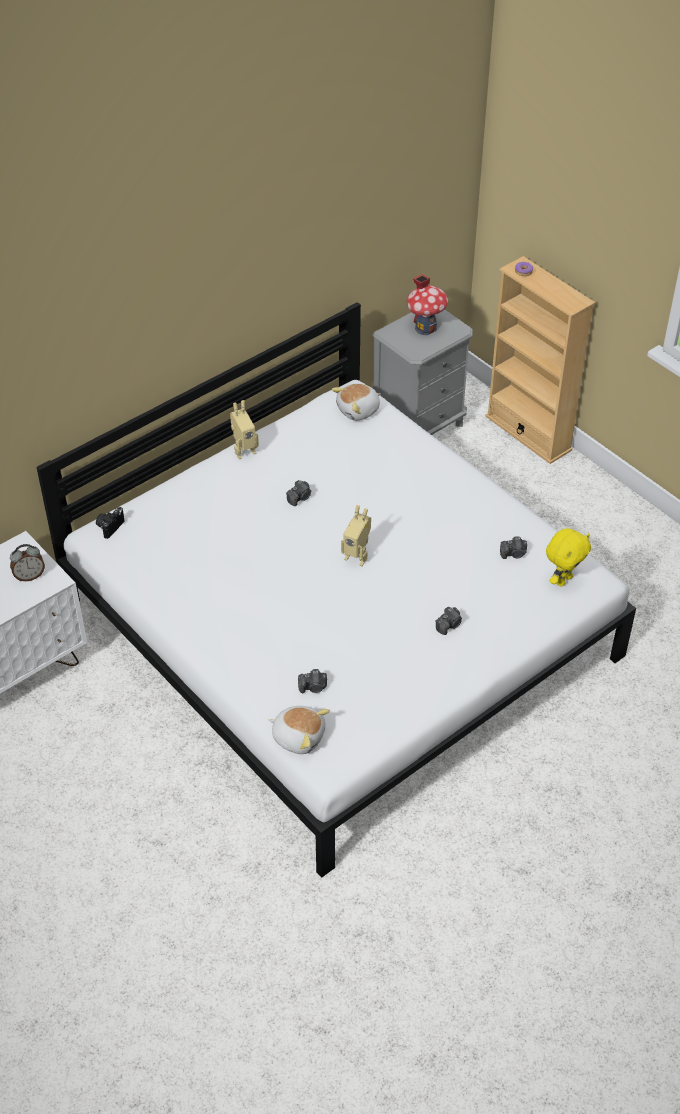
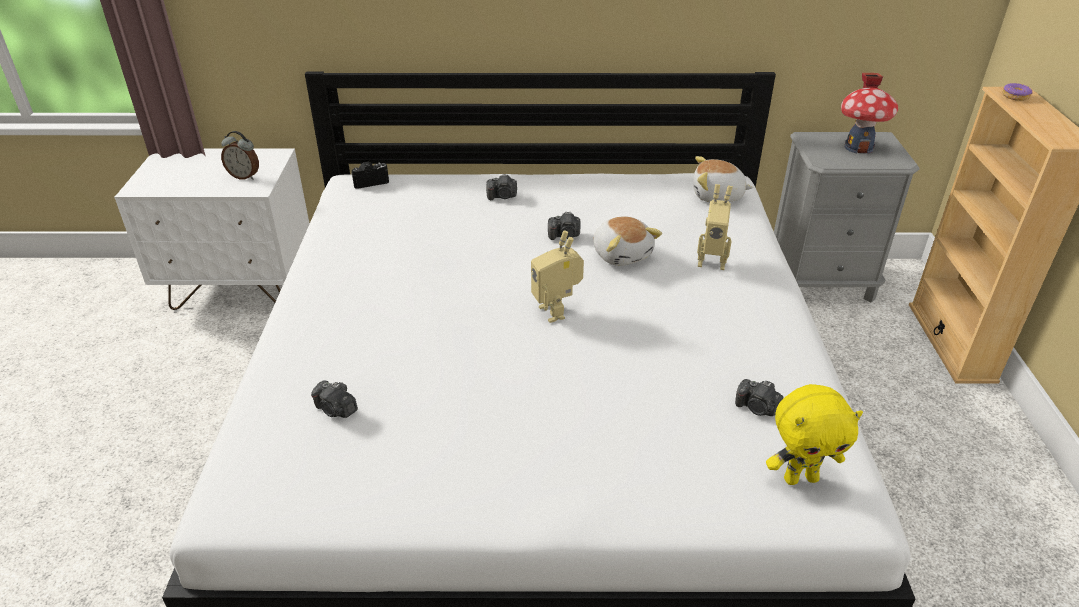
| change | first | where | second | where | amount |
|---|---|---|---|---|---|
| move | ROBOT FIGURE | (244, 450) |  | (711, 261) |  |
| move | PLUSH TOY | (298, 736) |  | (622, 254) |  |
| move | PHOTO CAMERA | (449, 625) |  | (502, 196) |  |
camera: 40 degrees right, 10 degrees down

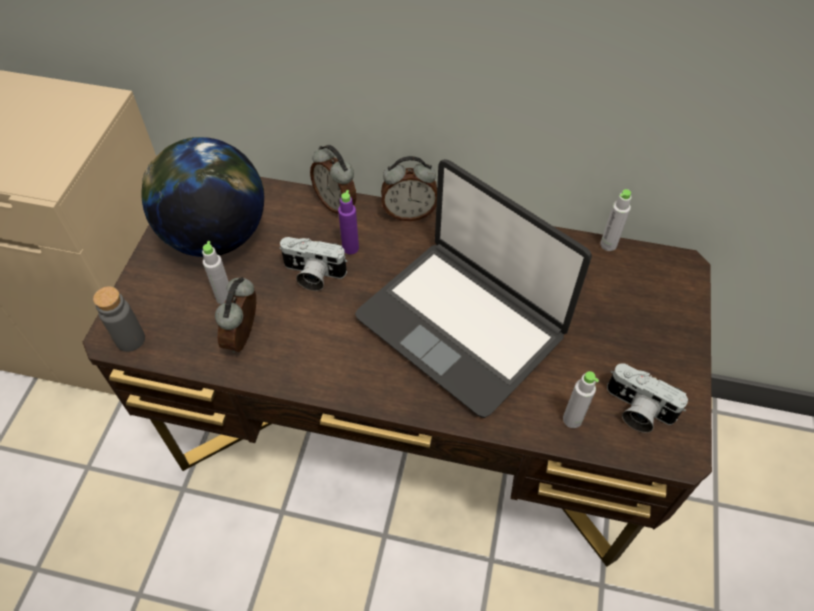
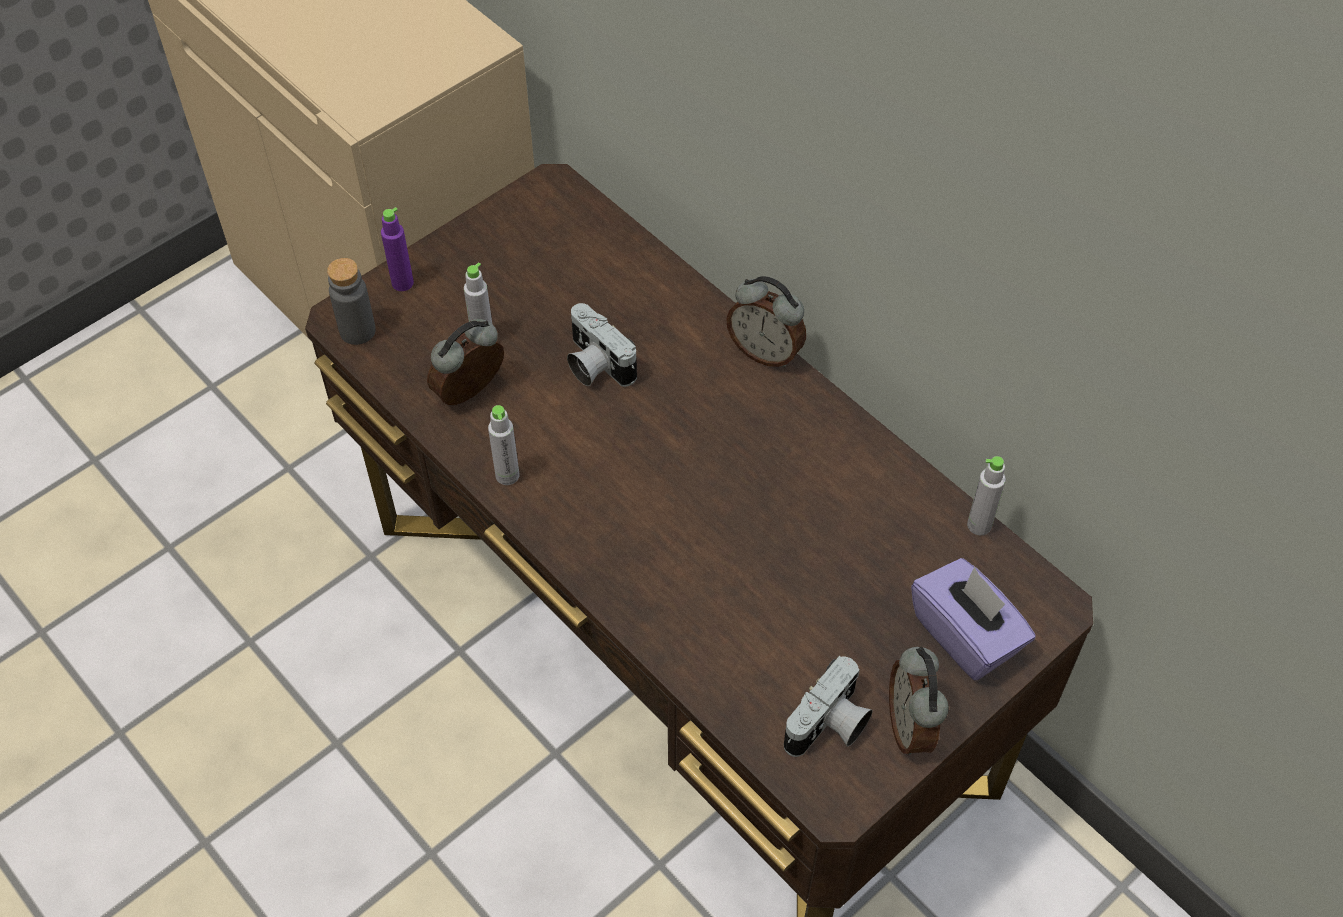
| change | first | where | second | where | amount |
|---|---|---|---|---|---|
| delete | DESK GLOBE | (216, 236) |  |  |  |
| delete | PORTABLE COMPUTER | (461, 325) |  |  |  |
| insert |  |  | PURPLISH TISSUE HOLDER | (966, 635) |  |
| move | ALARM CLOCK | (336, 203) |  | (911, 726) |  |
| move | PURPLISH BOTTLE | (350, 248) |  | (402, 283) |  |
| move | GRAY BOTTLE | (572, 419) |  | (507, 475) |  |
| rotate | PHOTO CAMERA | (636, 410) |  | (829, 726) | 120 degrees counterclockwise |
camera: 35 degrees right, 0 degrees up

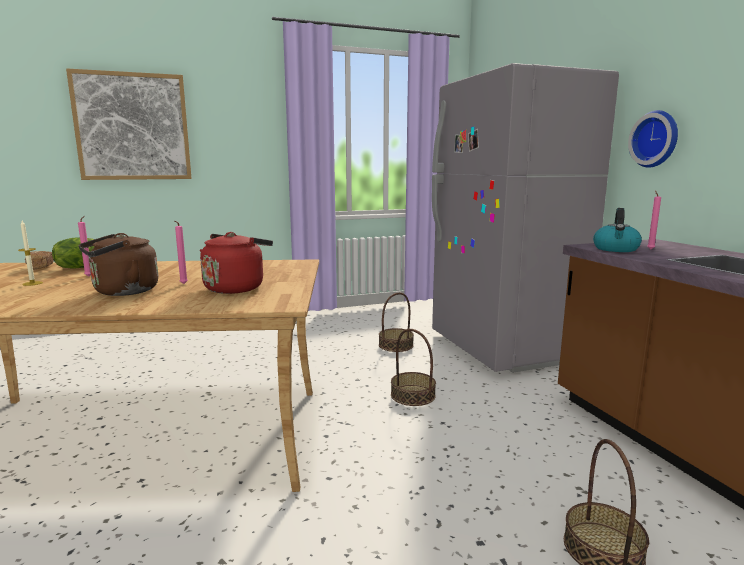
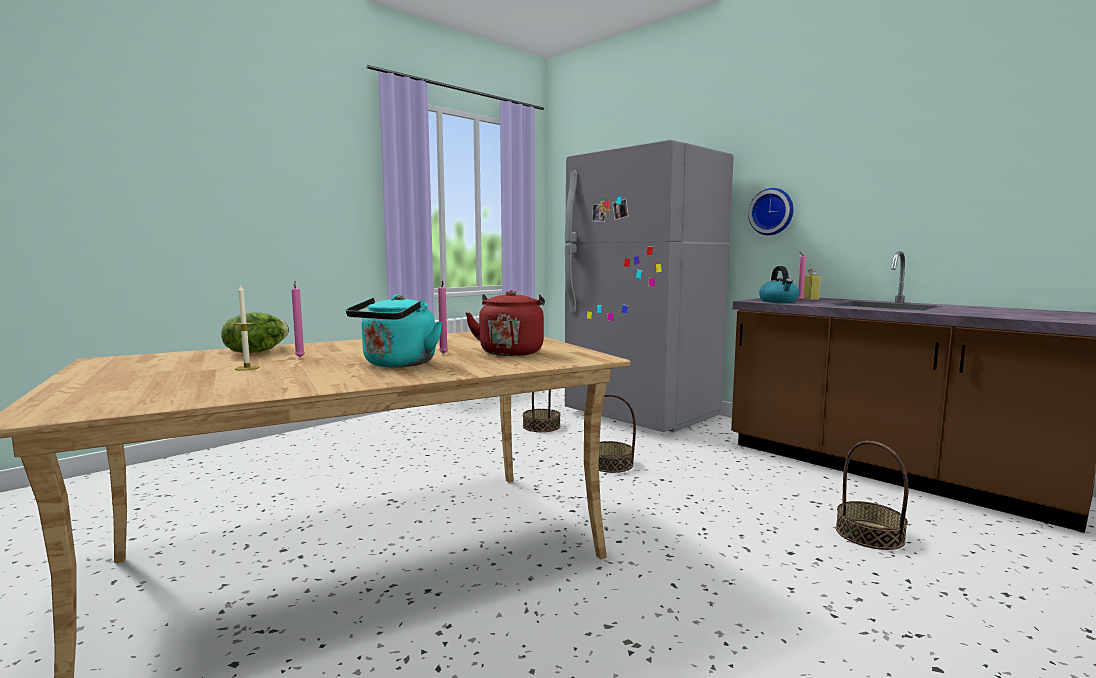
| change | first | where | second | where | amount |
|---|---|---|---|---|---|
| delete | BAKERY BREAD | (40, 267) |  |  |  |
| delete | WALL PICTURE | (133, 127) |  |  |  |
| insert |  |  | YELLOWISH BOTTLE | (810, 298) |  |
| recolor | BROWNISH TEA KETTLE | (122, 292) | BLUE-GREEN TEA KETTLE | (397, 364) |  |
camera: 25 degrees left, 5 degrees down

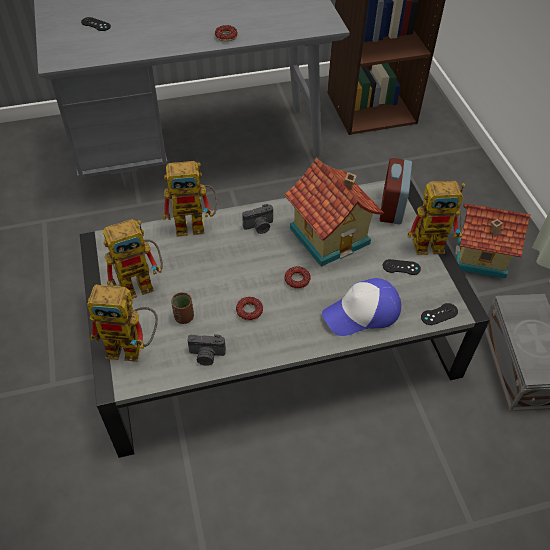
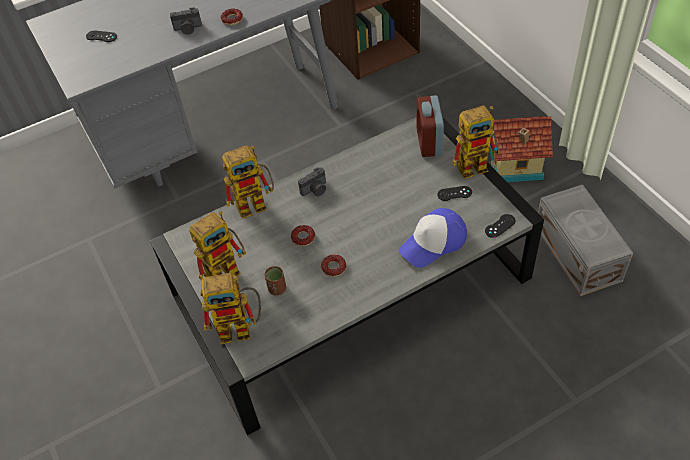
| change | first | where | second | where | amount |
|---|---|---|---|---|---|
| delete | TOY HOUSE | (331, 235) |  |  |  |
| move | PHOTO CAMERA | (206, 355) |  | (188, 29) |  |
| move | RING DOUGHNUT | (297, 280) |  | (303, 237) |  |
camera: 10 degrees left, 0 degrees up

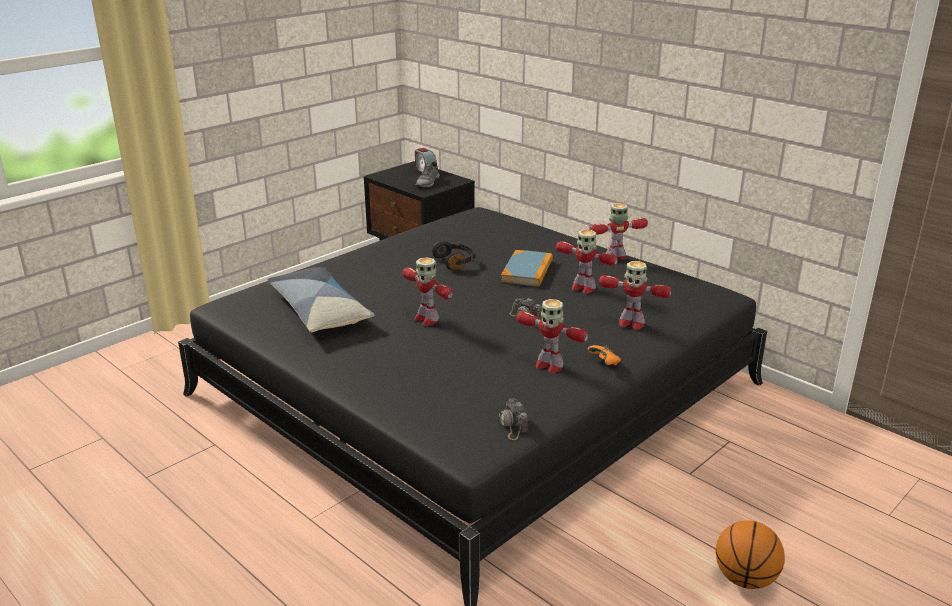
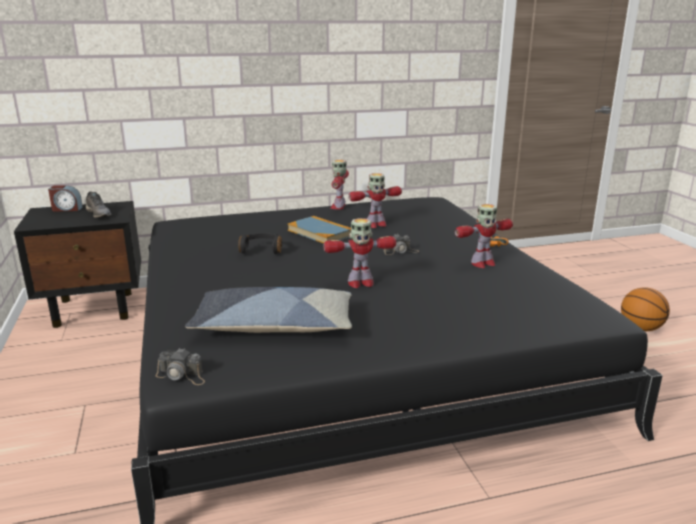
| change | first | where | second | where | amount |
|---|---|---|---|---|---|
| delete | ROBOT FIGURE | (630, 323) |  |  |  |
| move | PHOTO CAMERA | (512, 425) |  | (182, 375) |  |
camera: 60 degrees left, 5 degrees down

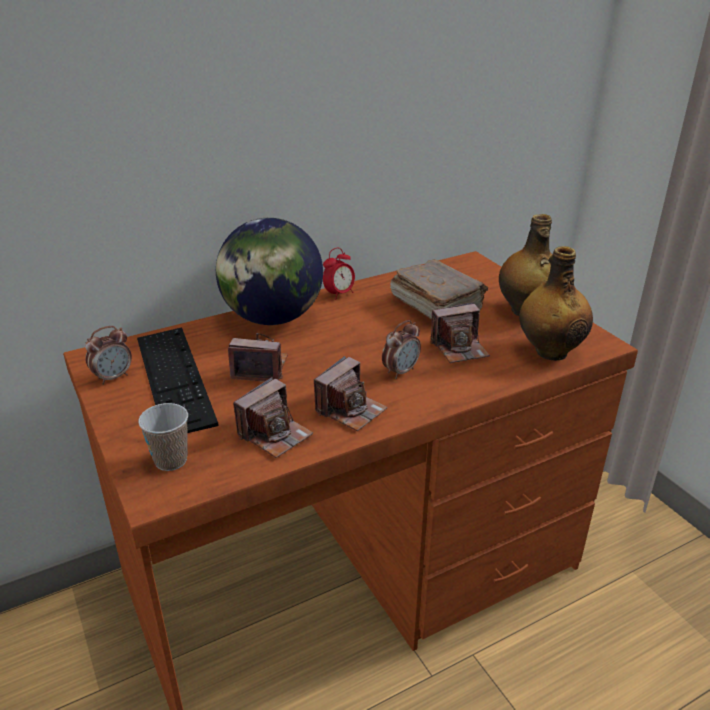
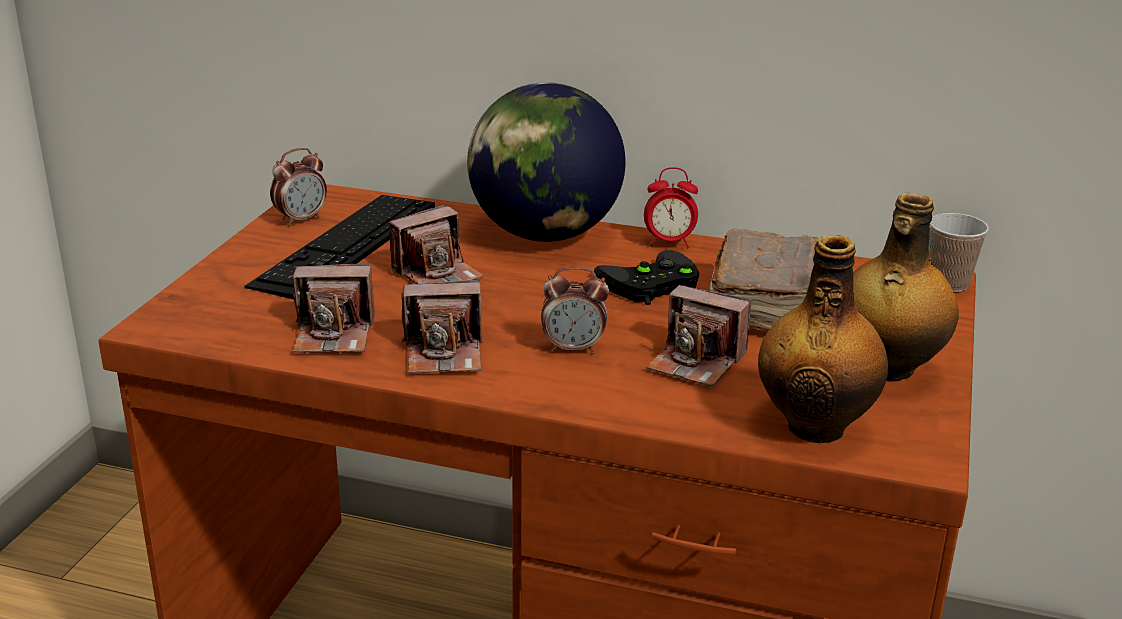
| change | first | where | second | where | amount |
|---|---|---|---|---|---|
| insert |  |  | BLACK-COLOURED GAMEPAD | (648, 285) |  |
| move | DRINKING CUP | (171, 460) |  | (948, 284) |  |
| rotate | ALARM CLOCK | (113, 377) |  | (301, 219) | 45 degrees counterclockwise |
| rotate | PHOTO CAMERA | (260, 368) |  | (437, 274) | 90 degrees clockwise |
camera: 45 degrees right, 5 degrees down

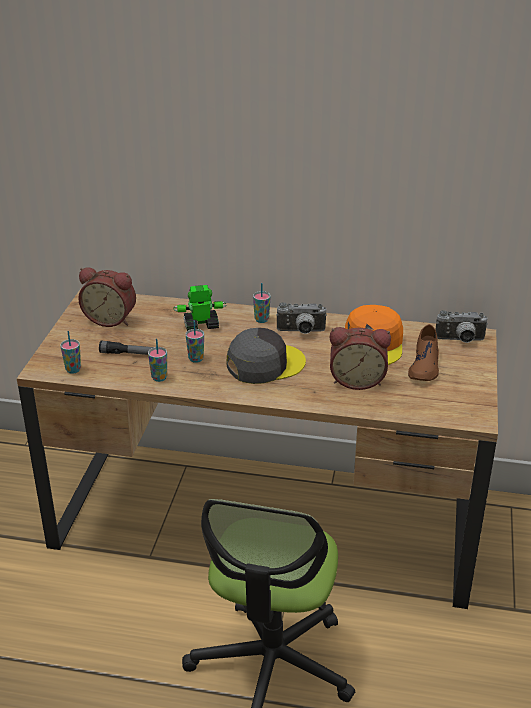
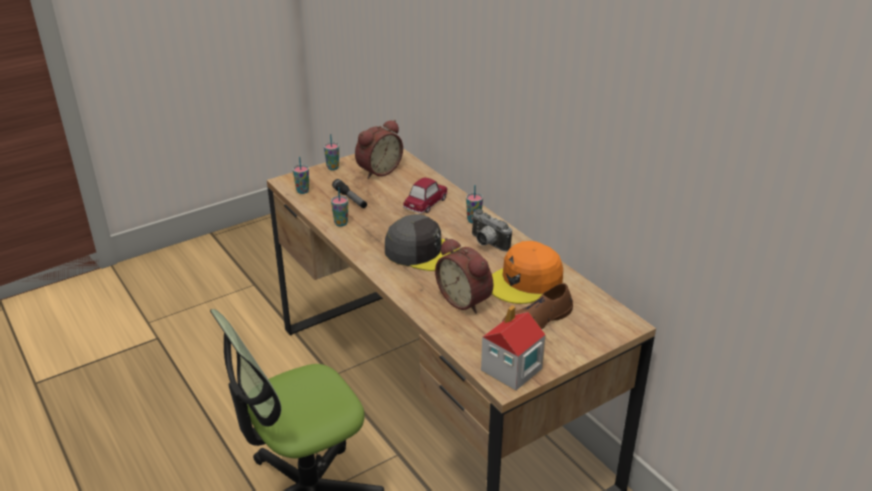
| change | first | where | second | where | amount |
|---|---|---|---|---|---|
| delete | PHOTO CAMERA | (460, 340) |  |  |  |
| insert |  |  | TOY HOUSE | (511, 370) |  |
| move | DRINKING CUP | (196, 359) |  | (333, 167) |  |
| replace | ROBOT FIGURE | (200, 325) | TOY CAR | (426, 203) |  |
| rotate | ALARM CLOCK | (111, 319) |  | (378, 170) | 105 degrees counterclockwise |
camera: 45 degrees right, 0 degrees up

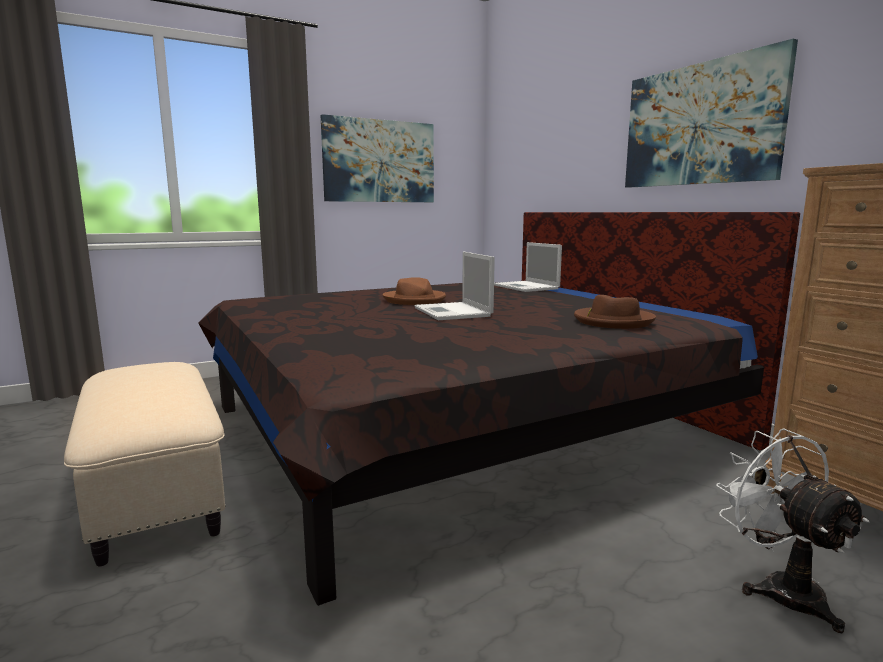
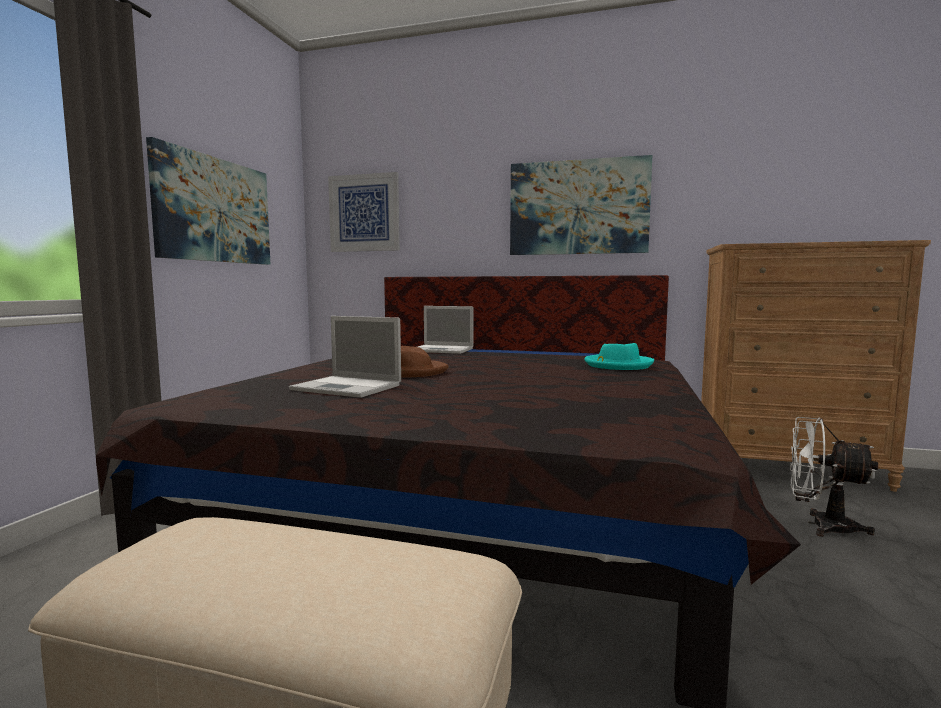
| change | first | where | second | where | amount |
|---|---|---|---|---|---|
| insert |  |  | WALL PICTURE | (364, 213) |  |
| move | PORTABLE COMPUTER | (453, 312) |  | (348, 387) |  |
| recolor | BROWNISH CLOTHING HAT | (613, 321) | BLUE-GREEN CLOTHING HAT | (617, 365) |  |
camera: 45 degrees left, 5 degrees down

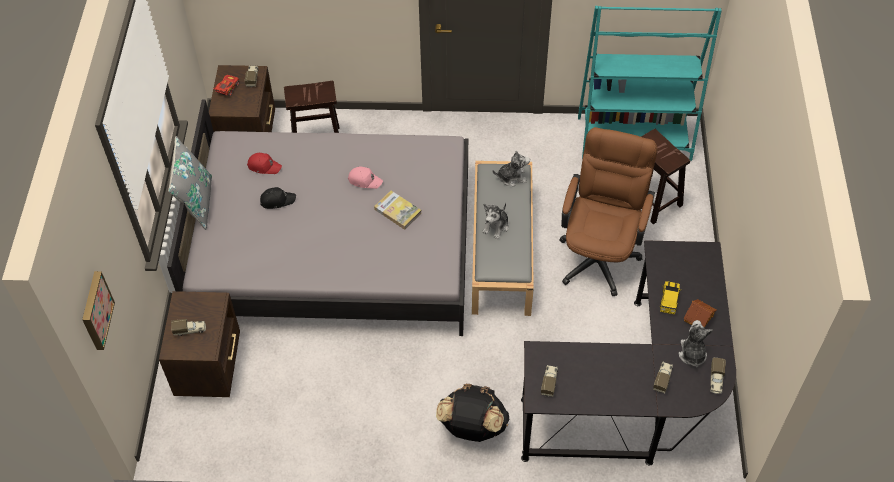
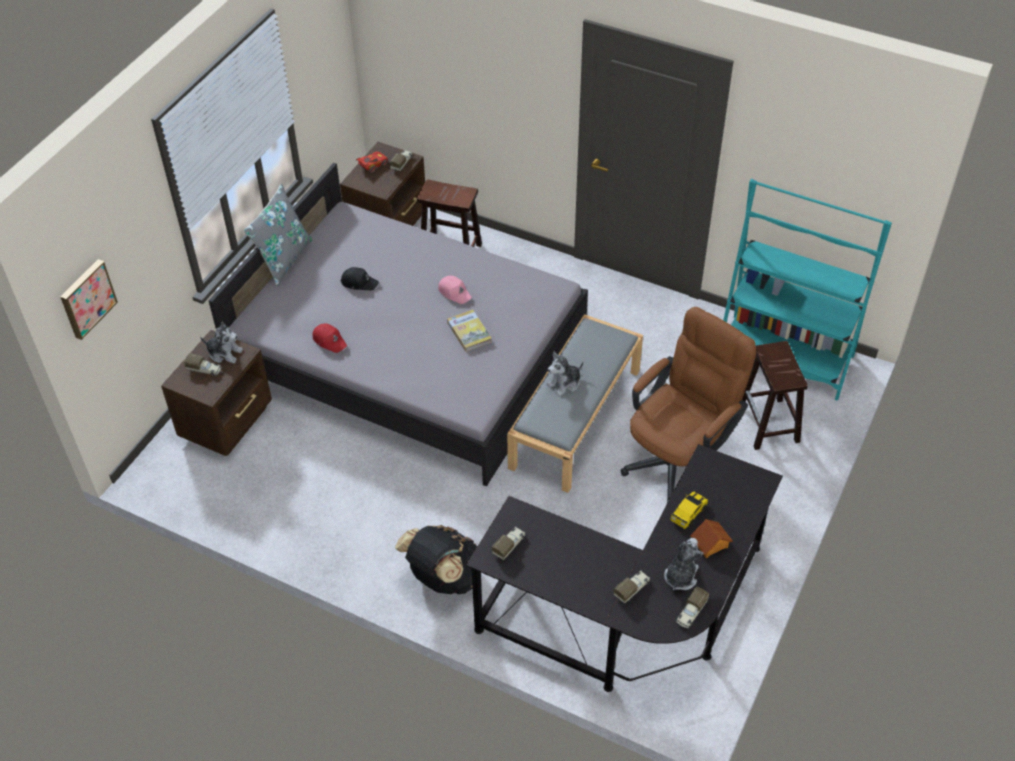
| change | first | where | second | where | amount |
|---|---|---|---|---|---|
| move | RED CAP | (264, 166) |  | (329, 340) |  |
| move | PLUSH TOY | (511, 177) |  | (224, 353) |  |
camera: 25 degrees right, 5 degrees down

